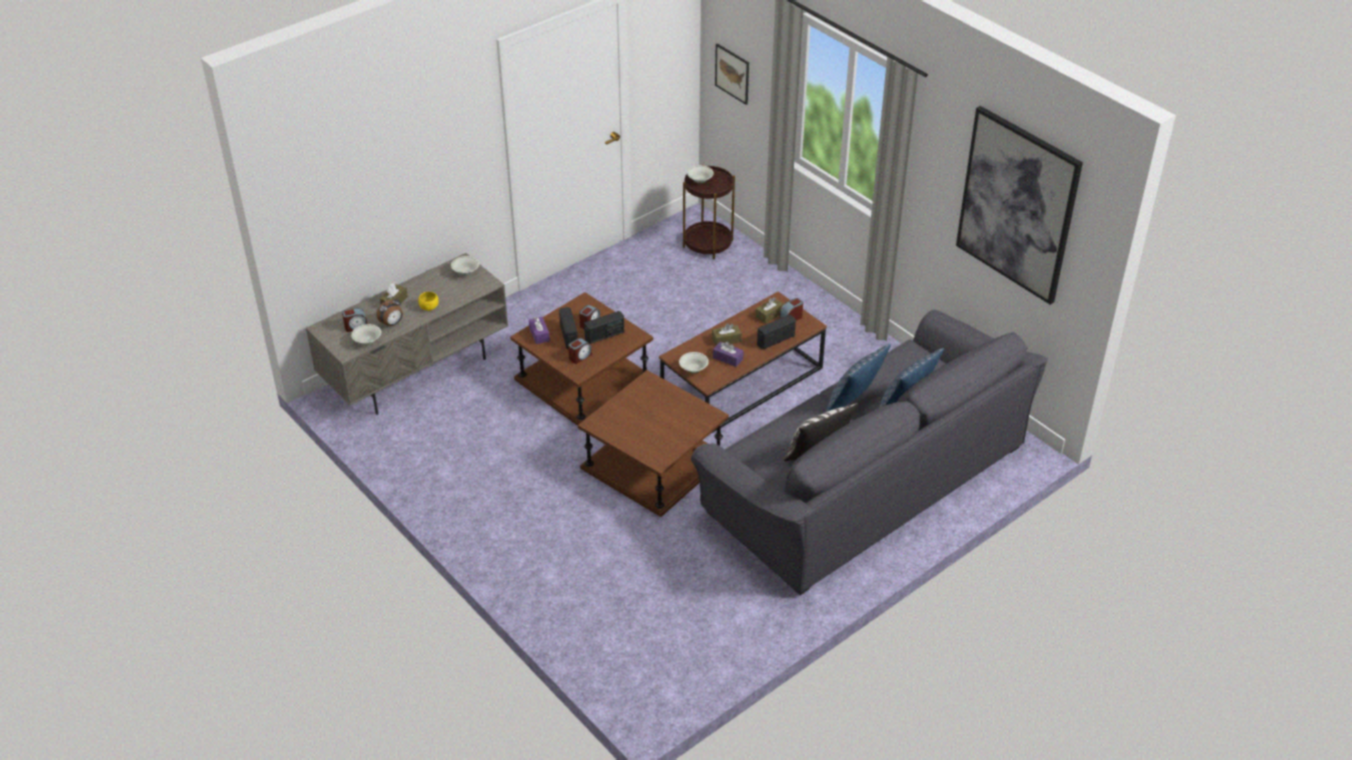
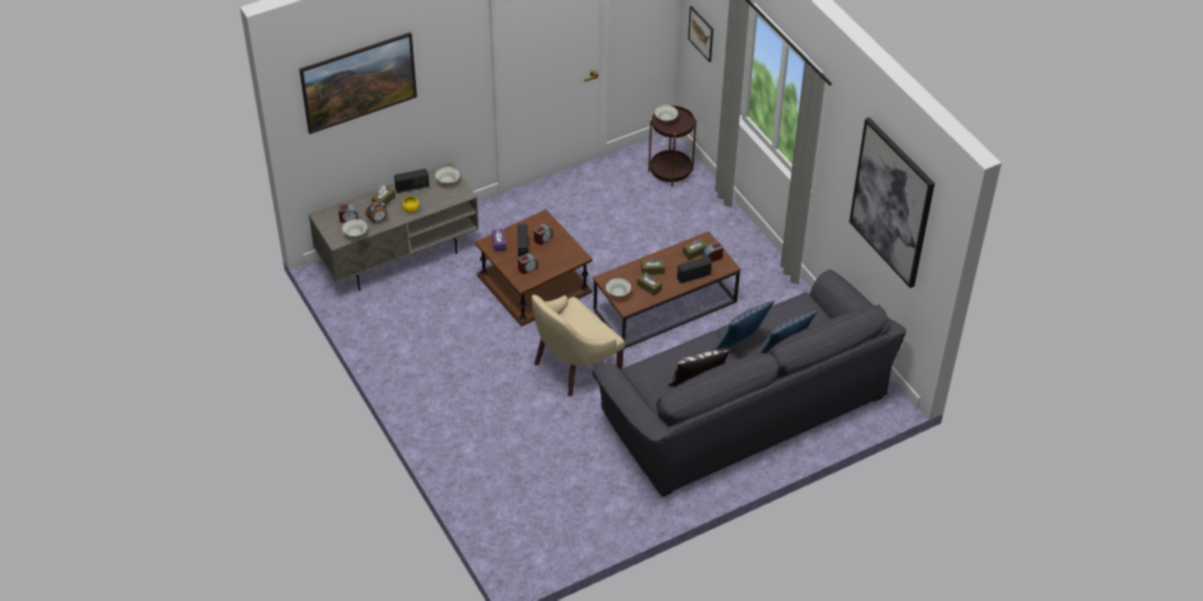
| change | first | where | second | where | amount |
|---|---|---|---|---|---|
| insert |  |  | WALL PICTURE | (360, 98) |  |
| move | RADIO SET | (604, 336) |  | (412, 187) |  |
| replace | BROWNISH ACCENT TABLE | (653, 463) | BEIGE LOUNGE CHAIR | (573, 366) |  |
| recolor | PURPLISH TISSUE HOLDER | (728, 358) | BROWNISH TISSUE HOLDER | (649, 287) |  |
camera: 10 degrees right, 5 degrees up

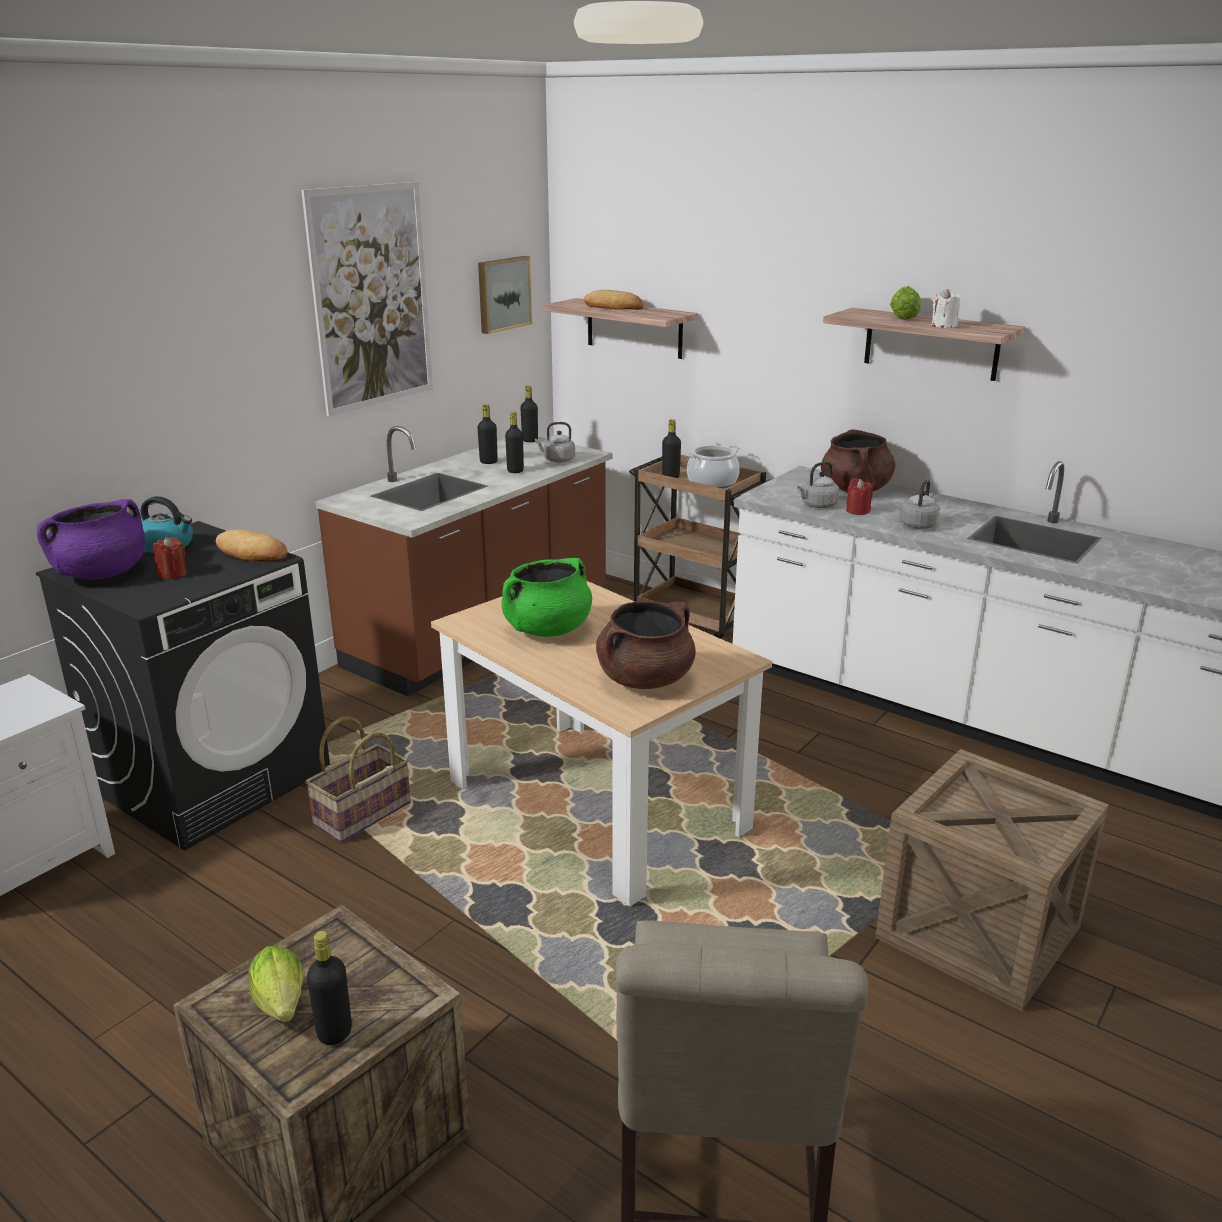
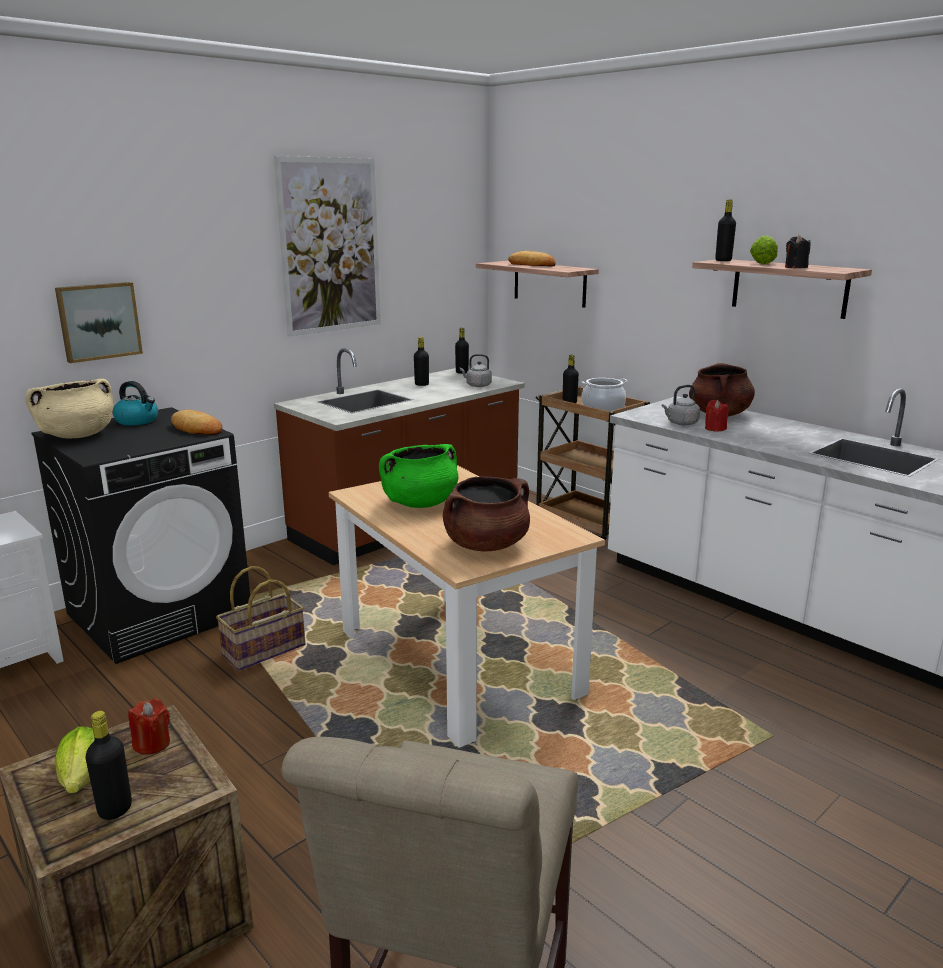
| change | first | where | second | where | amount |
|---|---|---|---|---|---|
| delete | CRATE | (978, 932) |  |  |  |
| delete | GRAY TEA KETTLE | (919, 524) |  |  |  |
| move | RED WAX LIGHT | (172, 574) |  | (152, 744) |  |
| move | WALL PICTURE | (502, 294) |  | (98, 321) |  |
| move | BLACK-COLOURED BOTTLE | (515, 471) |  | (723, 260) |  |
| recolor | PURPLISH COOKING POT | (101, 574) | BEIGE COOKING POT | (77, 435) |  |
| recolor | WHITE WAX LIGHT | (943, 325) | BLACK-COLOURED WAX LIGHT | (795, 267) |  |
camera: 10 degrees right, 5 degrees down

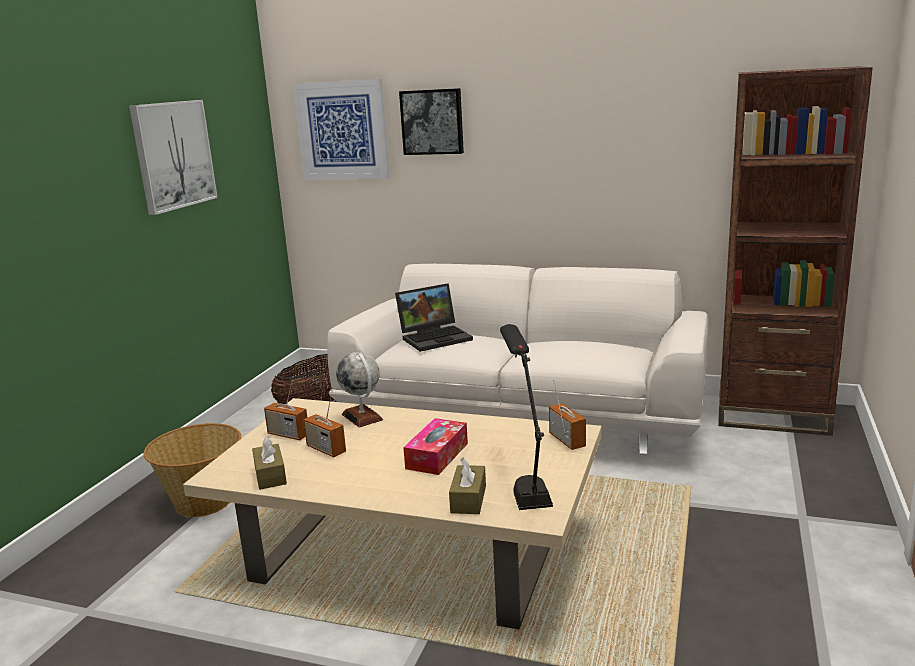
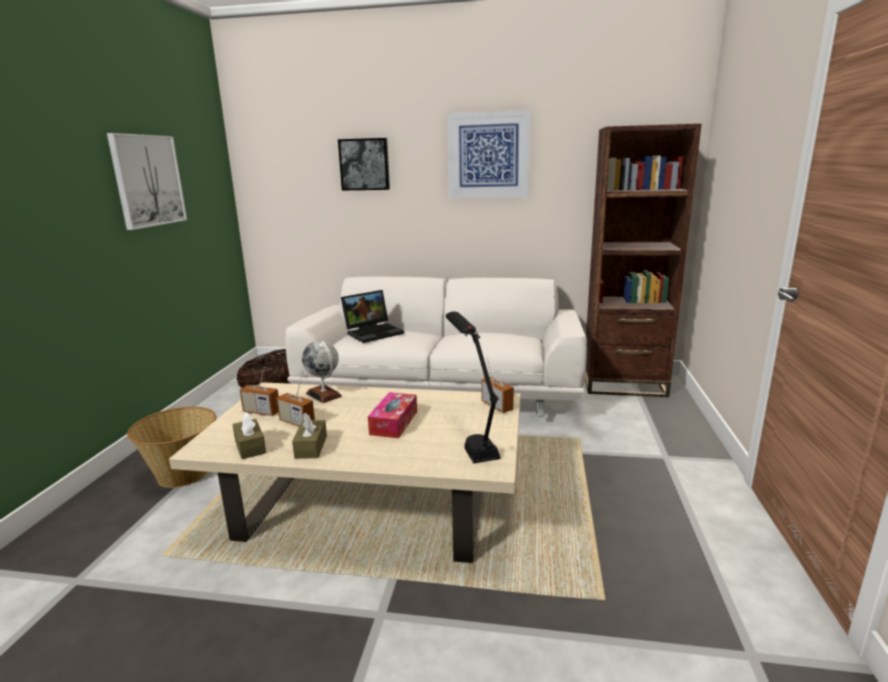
| change | first | where | second | where | amount |
|---|---|---|---|---|---|
| move | WALL PICTURE | (342, 130) |  | (488, 155) |  |
| move | BROWNISH TISSUE HOLDER | (468, 499) |  | (311, 447) |  |
camera: 10 degrees left, 0 degrees up

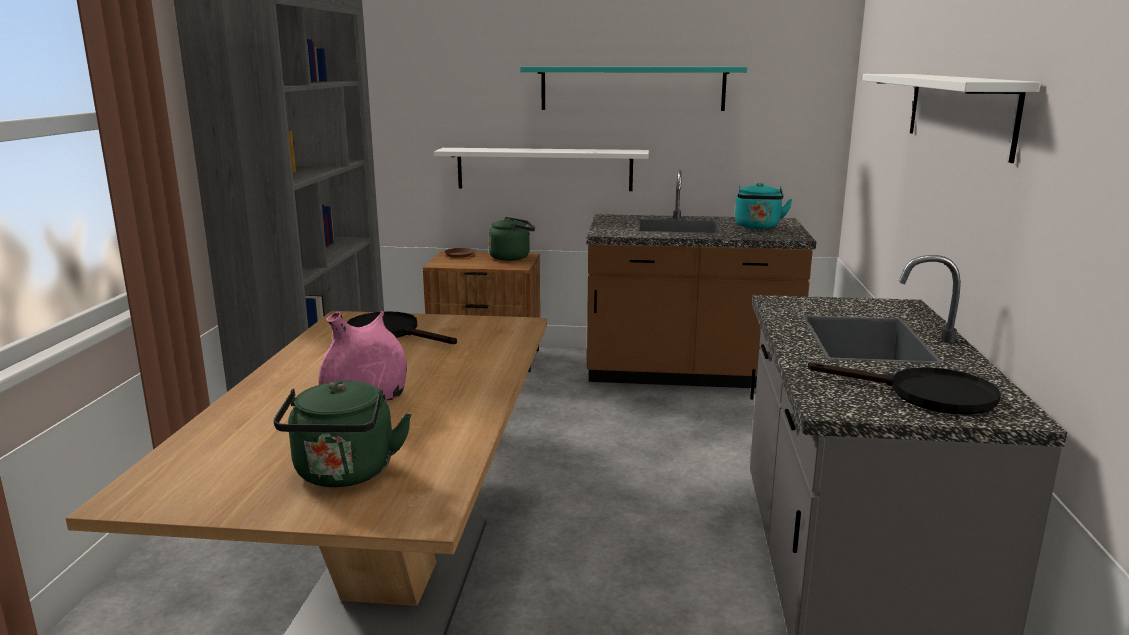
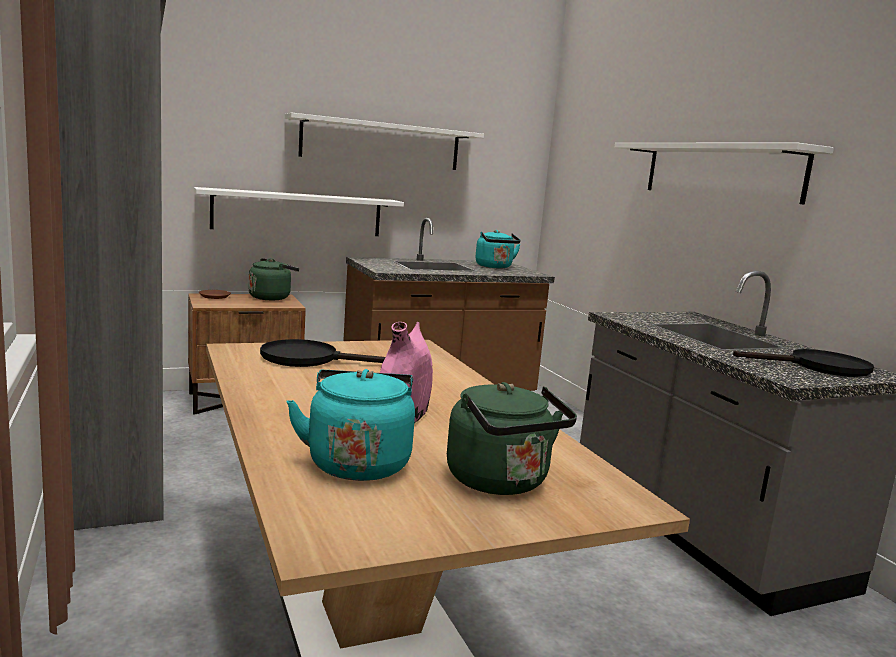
| change | first | where | second | where | amount |
|---|---|---|---|---|---|
| insert |  |  | BLUE-GREEN TEA KETTLE | (358, 462) |  |
| recolor | BLUE-GREEN SHELF | (632, 88) | WHITE SHELF | (381, 144) |  |
camera: 30 degrees left, 5 degrees down

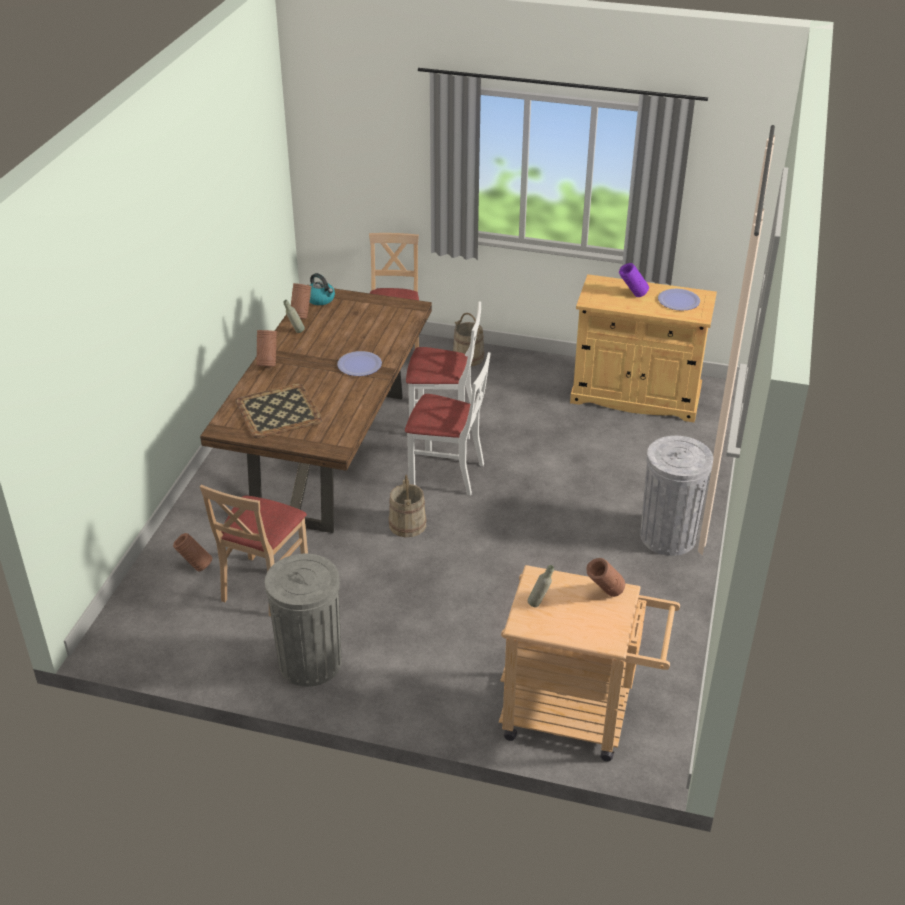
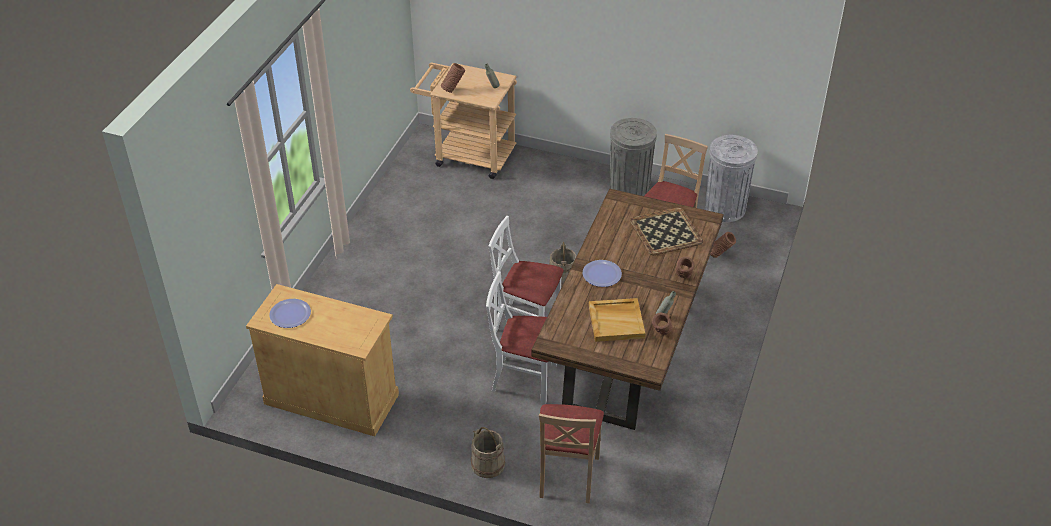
| change | first | where | second | where | amount |
|---|---|---|---|---|---|
| delete | TEA KETTLE | (321, 299) |  |  |  |
| delete | PURPLISH VASE | (632, 295) |  |  |  |
| insert |  |  | BEIGE SERVING TRAY | (616, 321) |  |
| move | GRAY TRASH CAN | (667, 536) |  | (725, 208) |  |
camera: 175 degrees left, 5 degrees up

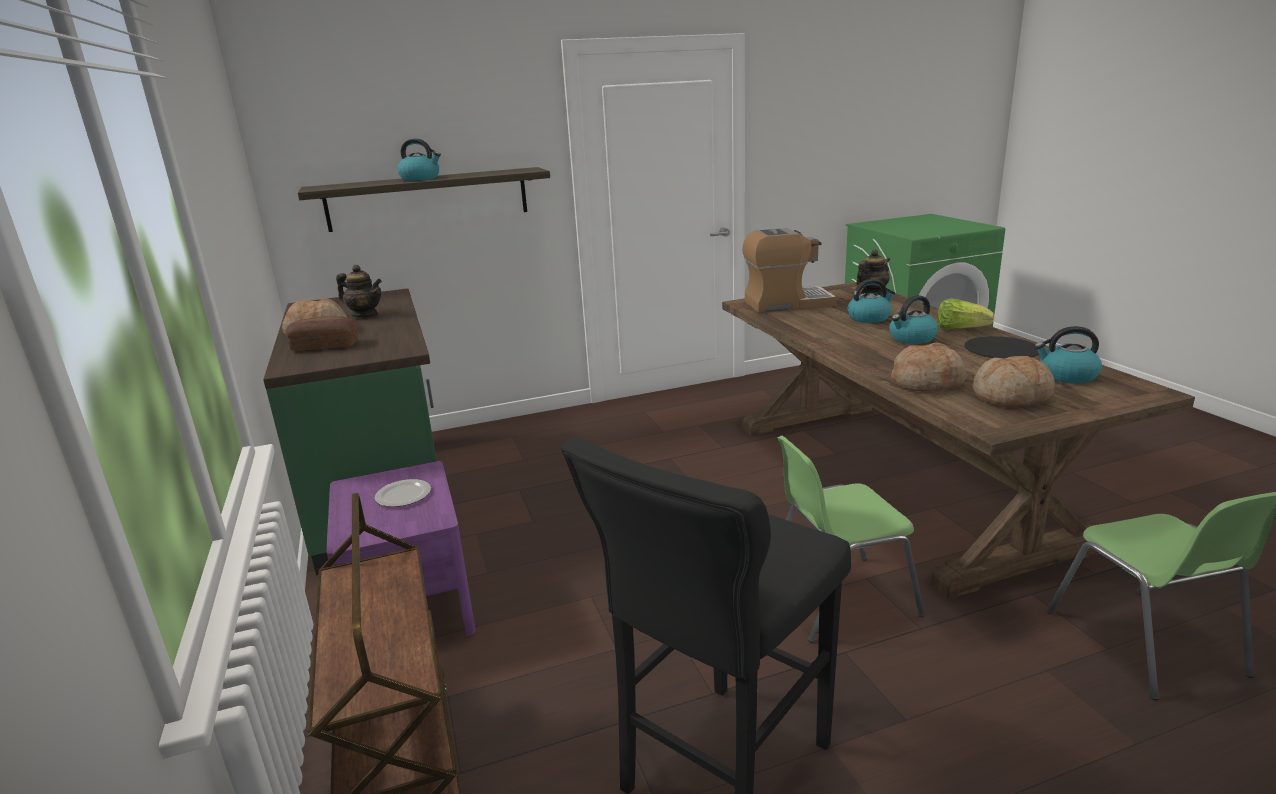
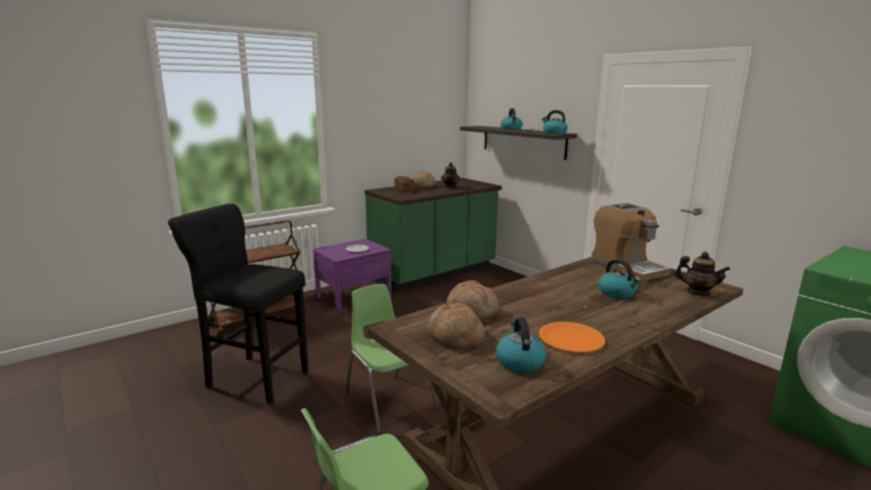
| change | first | where | second | where | amount |
|---|---|---|---|---|---|
| delete | HEAD OF LETTUCE | (960, 329) |  |  |  |
| move | TEA KETTLE | (912, 338) |  | (554, 133) |  |
| recolor | BLACK-COLOURED FLAT DISH | (1001, 350) | ORANGE FLAT DISH | (570, 339) |  |
camera: 70 degrees right, 5 degrees down

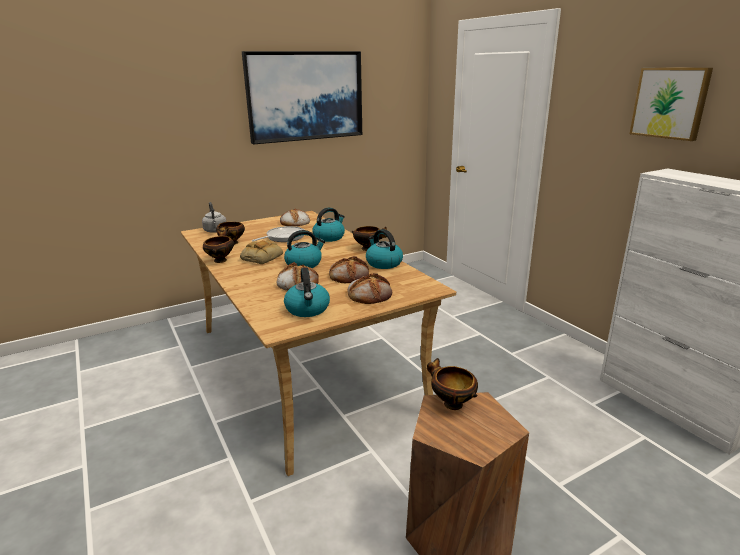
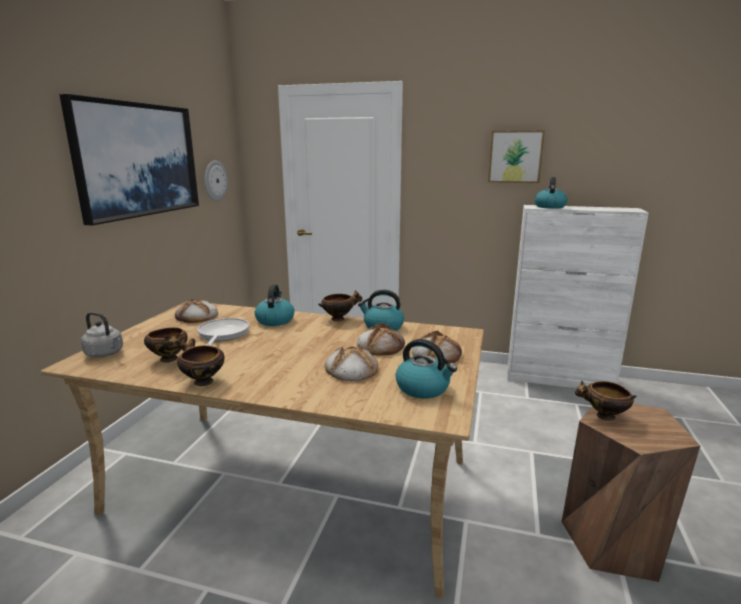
| change | first | where | second | where | amount |
|---|---|---|---|---|---|
| delete | BAKERY BREAD | (261, 257) |  |  |  |
| insert |  |  | HANGING CLOCK | (215, 180) |  |
| move | TEA KETTLE | (304, 264) |  | (549, 207) |  |
camera: 45 degrees left, 5 degrees down

